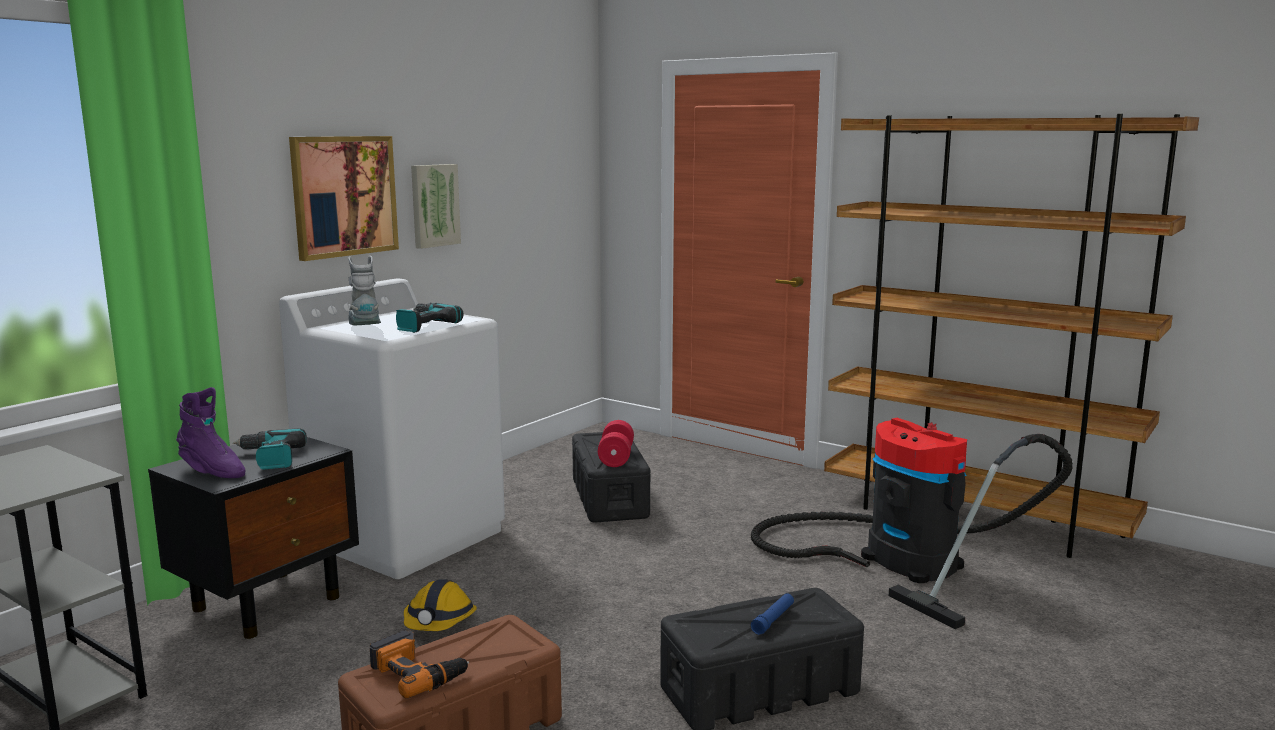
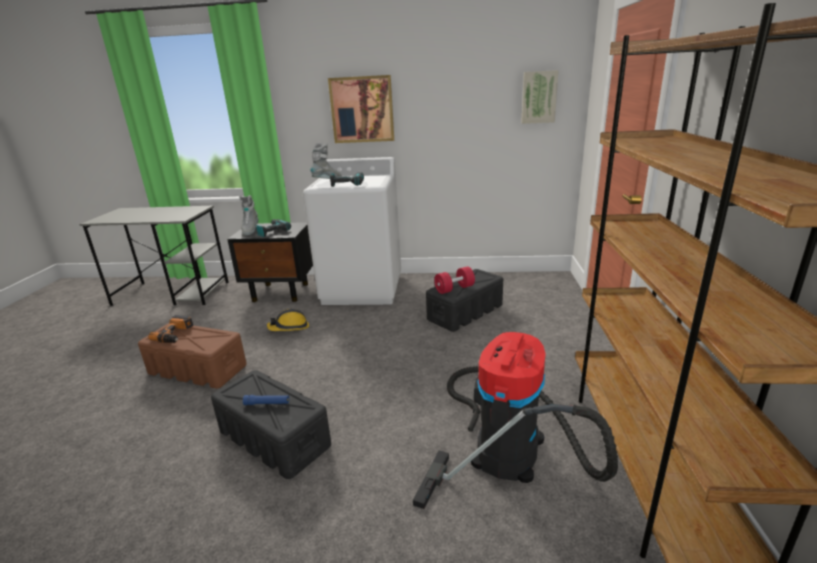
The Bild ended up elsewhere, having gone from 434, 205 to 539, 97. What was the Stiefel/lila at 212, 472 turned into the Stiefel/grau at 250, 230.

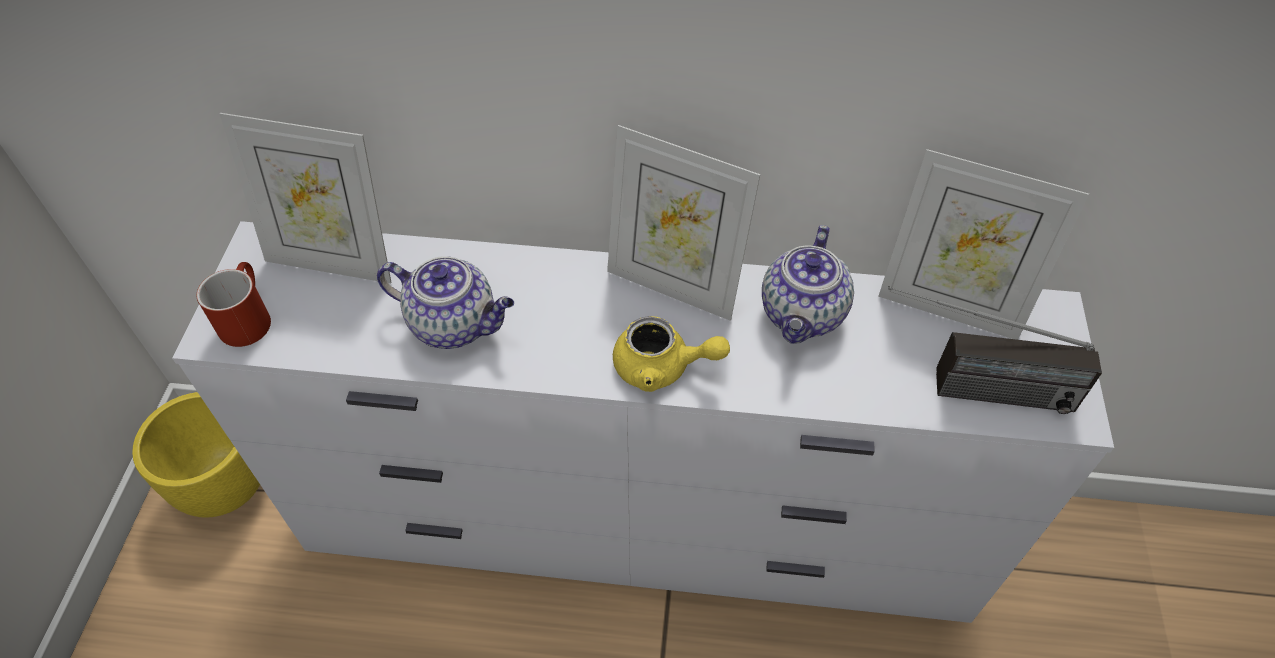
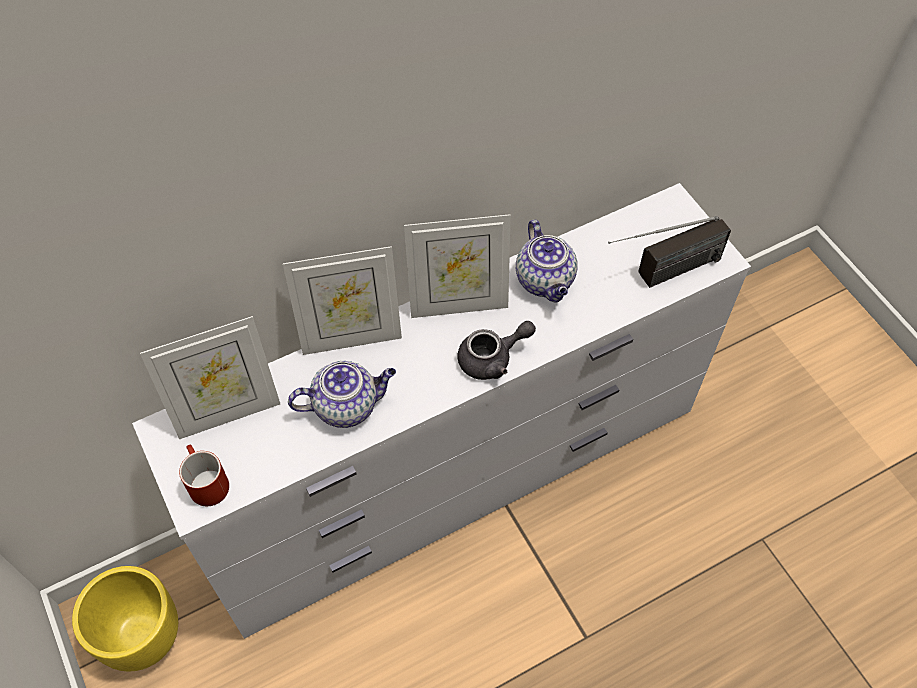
The Bilderrahmen ended up elsewhere, having gone from 949, 307 to 351, 337. What was the Teekanne/gelb at 662, 368 turned into the Teekanne/grau at 492, 359.

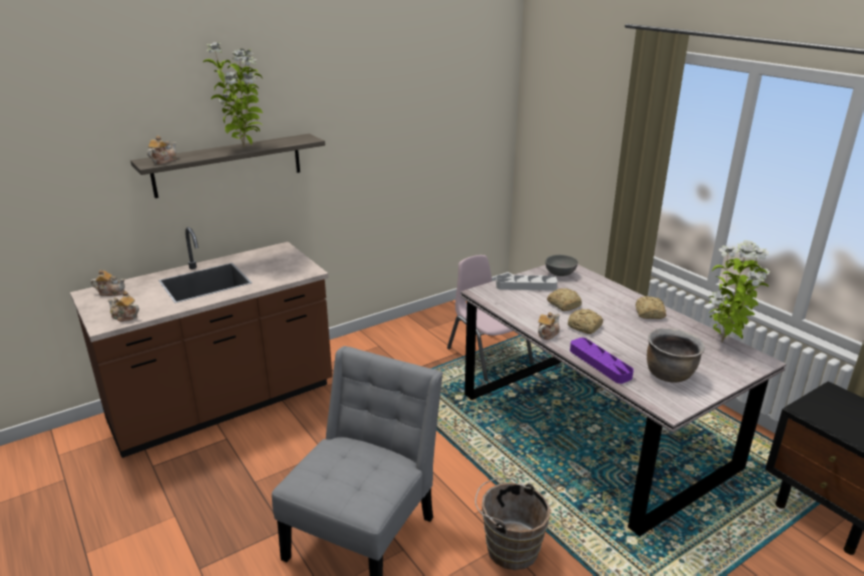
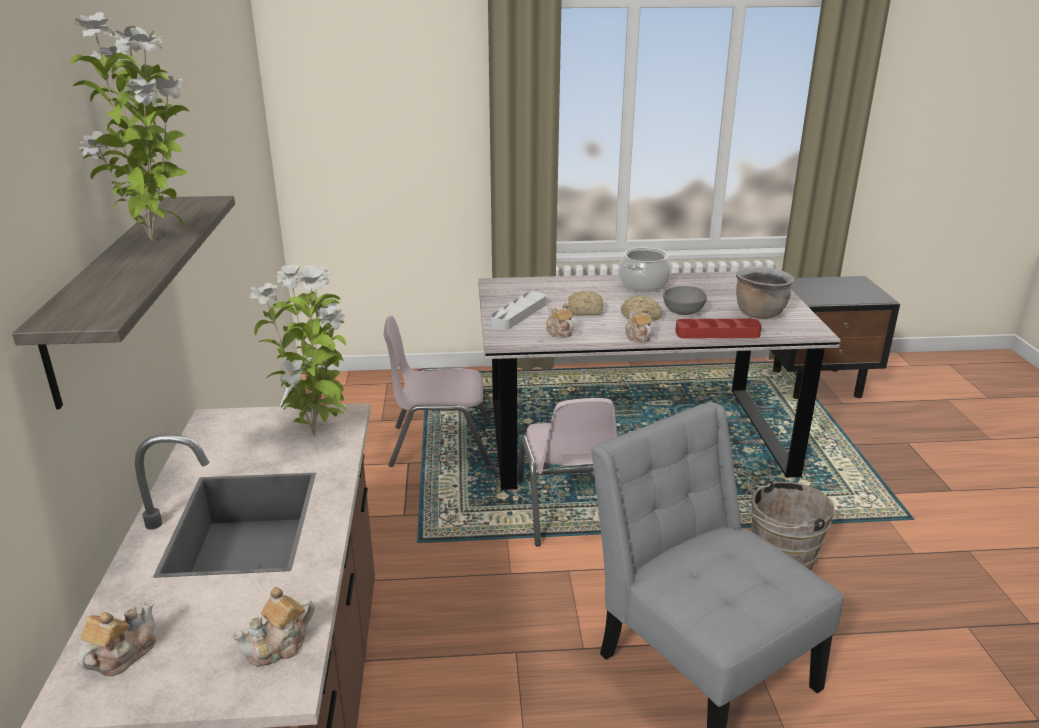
The Teekanne ended up elsewhere, having gone from 163, 161 to 558, 332. The Topfpflanze ended up elsewhere, having gone from 723, 342 to 316, 434. The Schüssel/grau ended up elsewhere, having gone from 561, 274 to 684, 312. Where the Brot stood at 649, 314, the Kochtopf came to stand at 644, 284. What was the Tablett/lila at 599, 363 turned into the Tablett/rot at 717, 333. The second view gained the Stuhl/rosa at 569, 509.

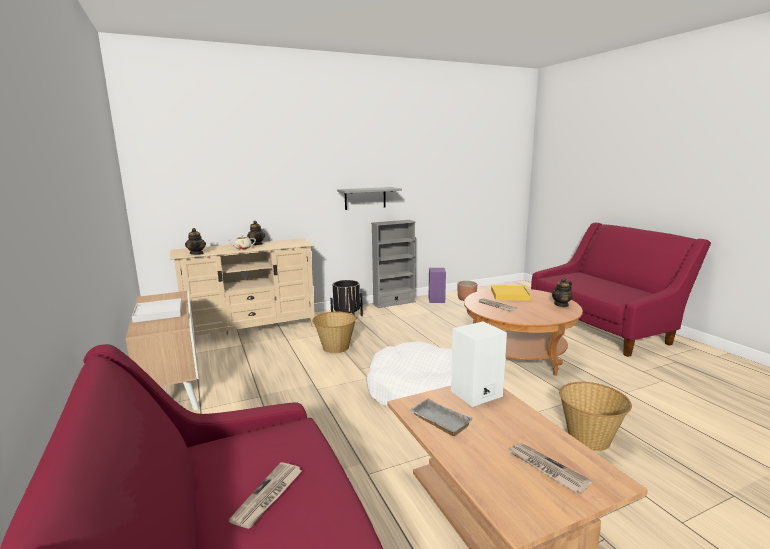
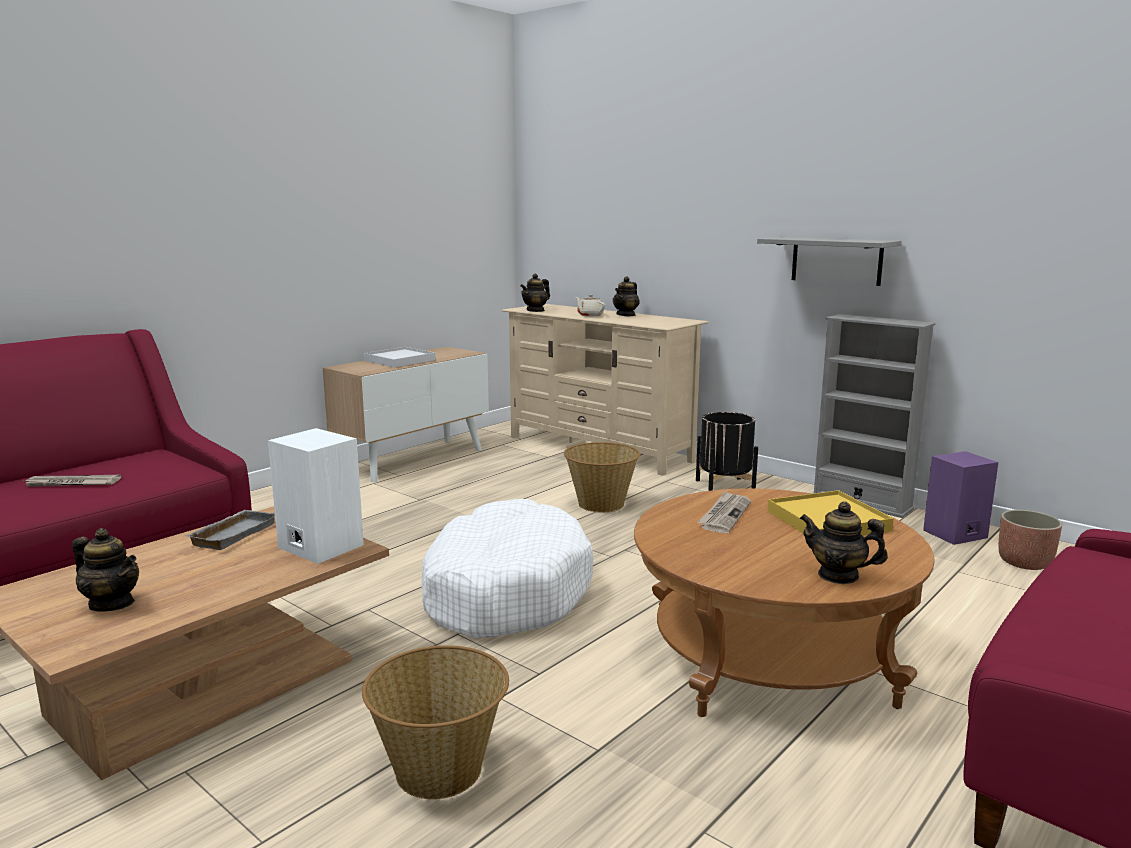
Where the Zeitung stood at 546, 469, the Teekanne came to stand at 112, 603.

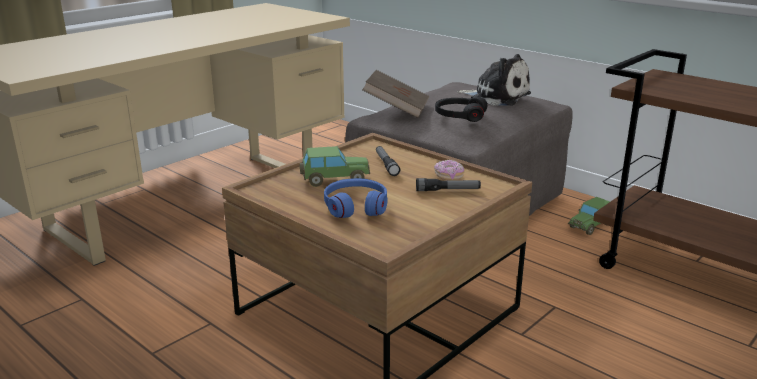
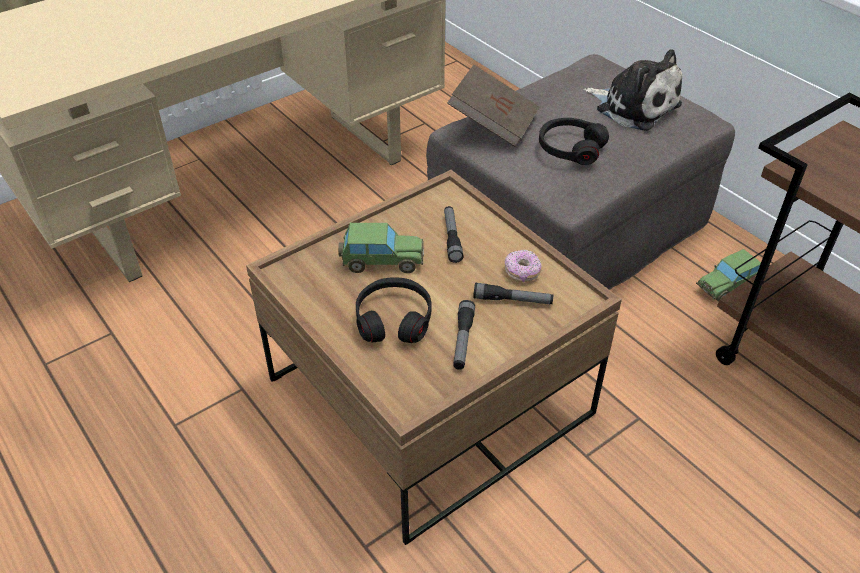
What was the Kopfhörer/blau at 355, 206 turned into the Kopfhörer/schwarz at 394, 319. The second view gained the Taschenlampe at 462, 340.

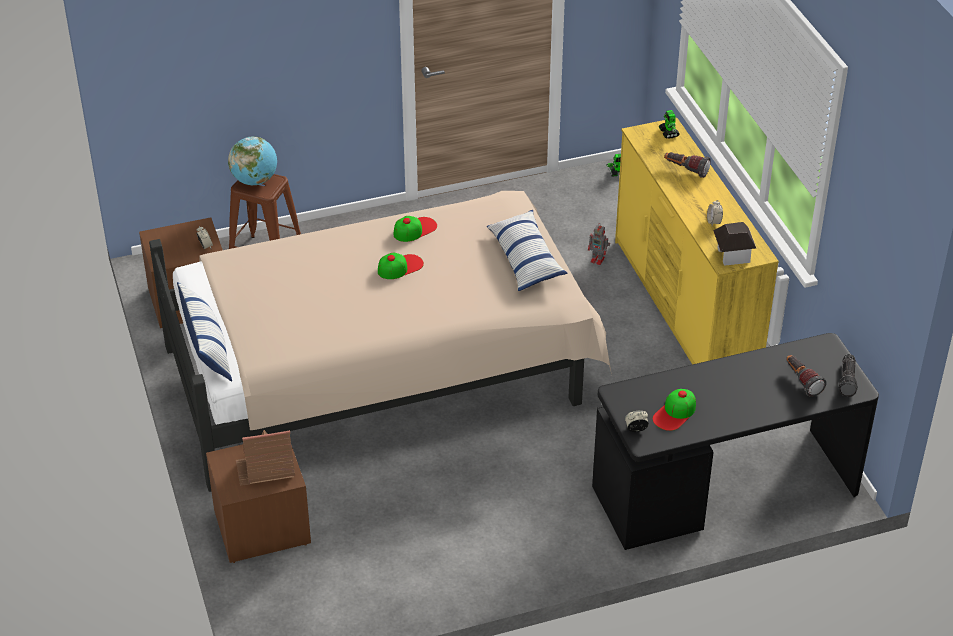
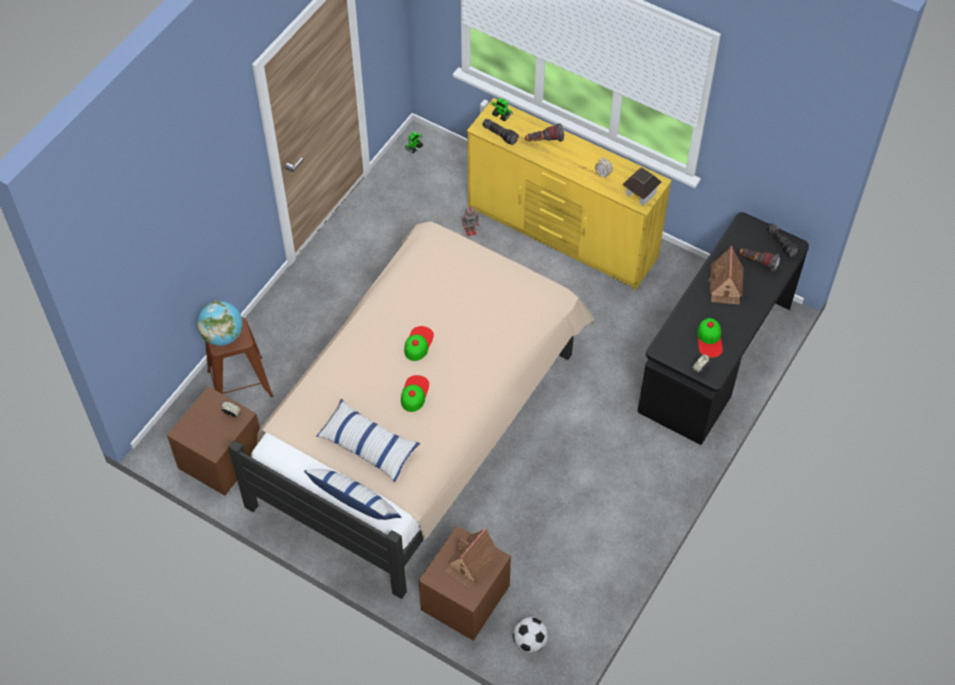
The Kissen ended up elsewhere, having gone from 525, 259 to 368, 445. The Kappe ended up elsewhere, having gone from 415, 229 to 414, 393. The second view gained the Taschenlampe at 500, 134. The second view gained the Spielzeughaus at 725, 285. The second view gained the Fußball at 530, 641.

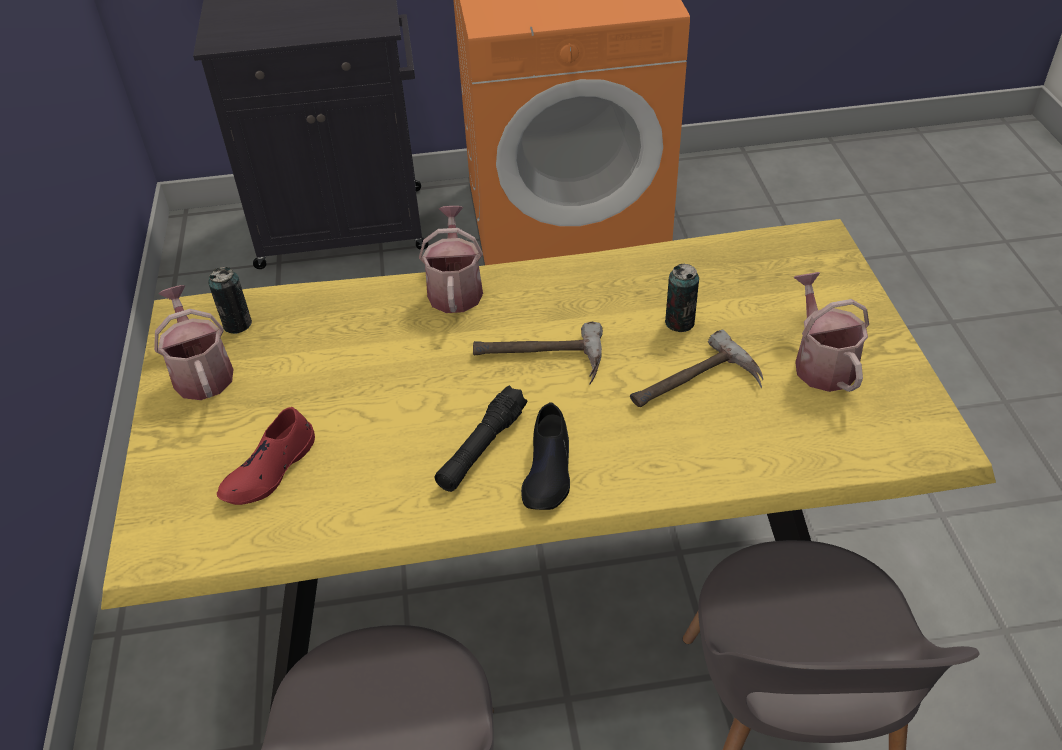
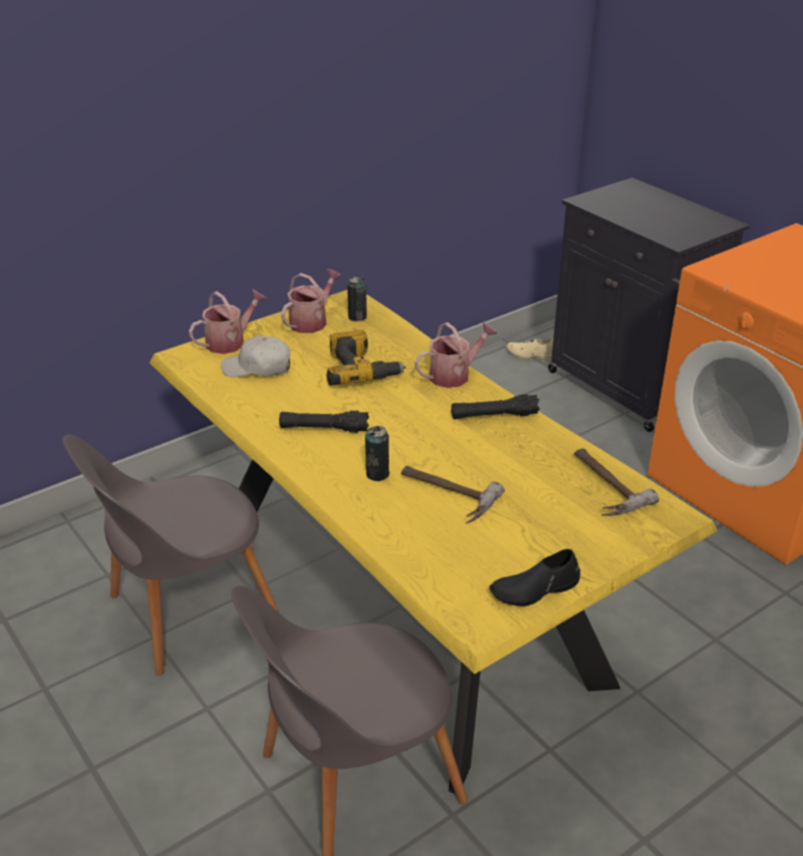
The Dose ended up elsewhere, having gone from 679, 322 to 377, 474. The Gießkanne ended up elsewhere, having gone from 821, 362 to 230, 341. The Hammer ended up elsewhere, having gone from 538, 361 to 601, 486. The Schuh/schwarz ended up elsewhere, having gone from 548, 471 to 534, 589. Where the Schuh/rot stood at 270, 470, the Kappe/weiß came to stand at 258, 368. The second view gained the Bohrmaschine at 361, 370. The second view gained the Schuh/beige at 531, 354. The second view gained the Taschenlampe/schwarz at 494, 416.

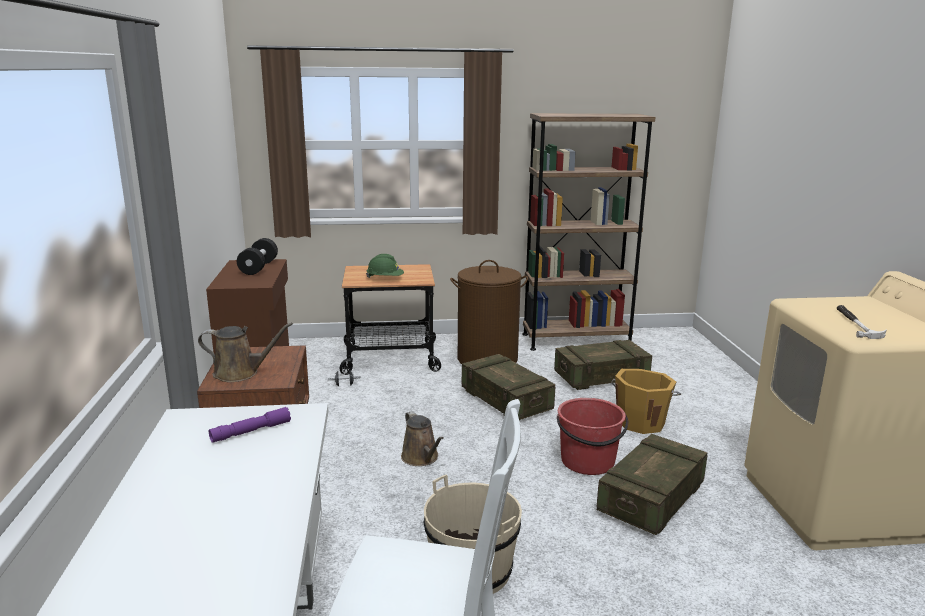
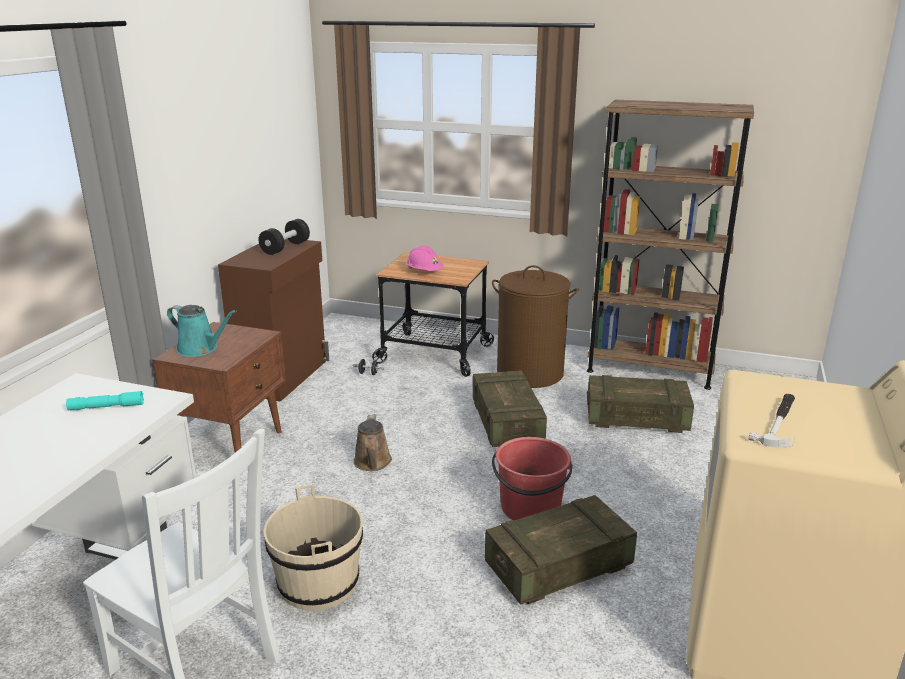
What was the Schutzhelm/grün at 385, 279 turned into the Schutzhelm/rosa at 424, 272. What was the Gießkanne/braun at 240, 373 turned into the Gießkanne/türkis at 200, 349. The second view lost the Eimer/orange at 641, 422. What was the Taschenlampe/lila at 251, 431 turned into the Taschenlampe/türkis at 106, 407.

